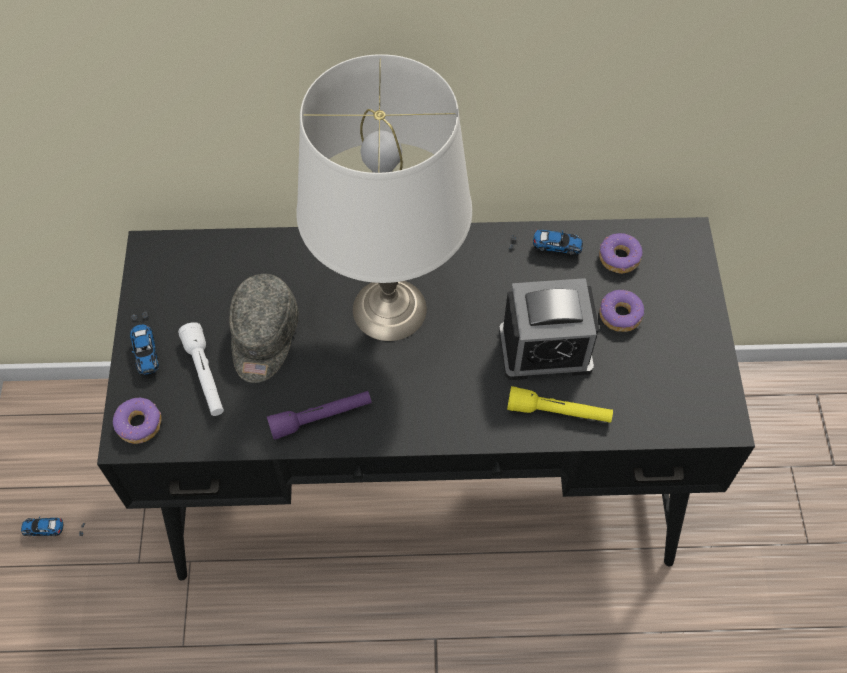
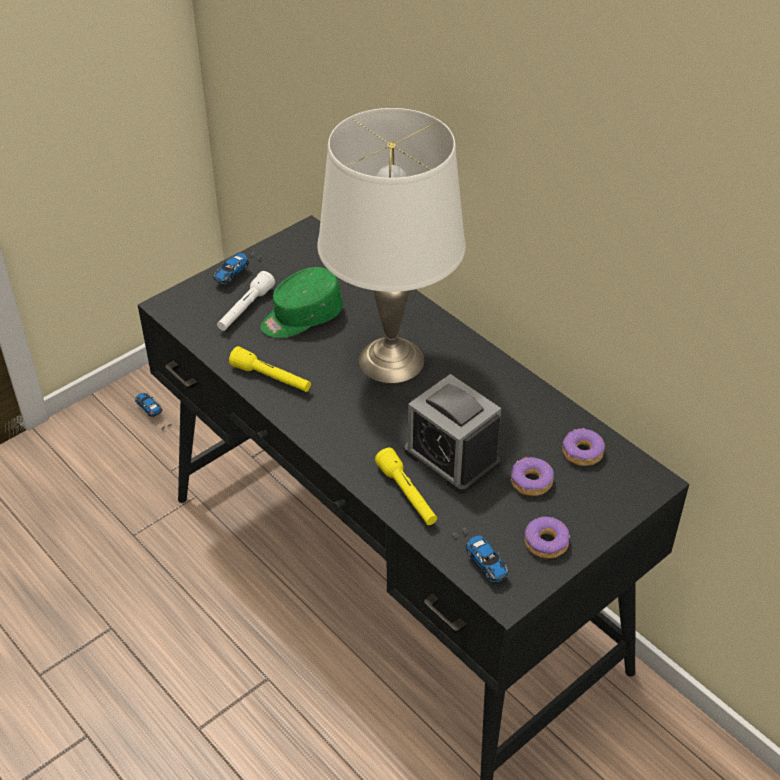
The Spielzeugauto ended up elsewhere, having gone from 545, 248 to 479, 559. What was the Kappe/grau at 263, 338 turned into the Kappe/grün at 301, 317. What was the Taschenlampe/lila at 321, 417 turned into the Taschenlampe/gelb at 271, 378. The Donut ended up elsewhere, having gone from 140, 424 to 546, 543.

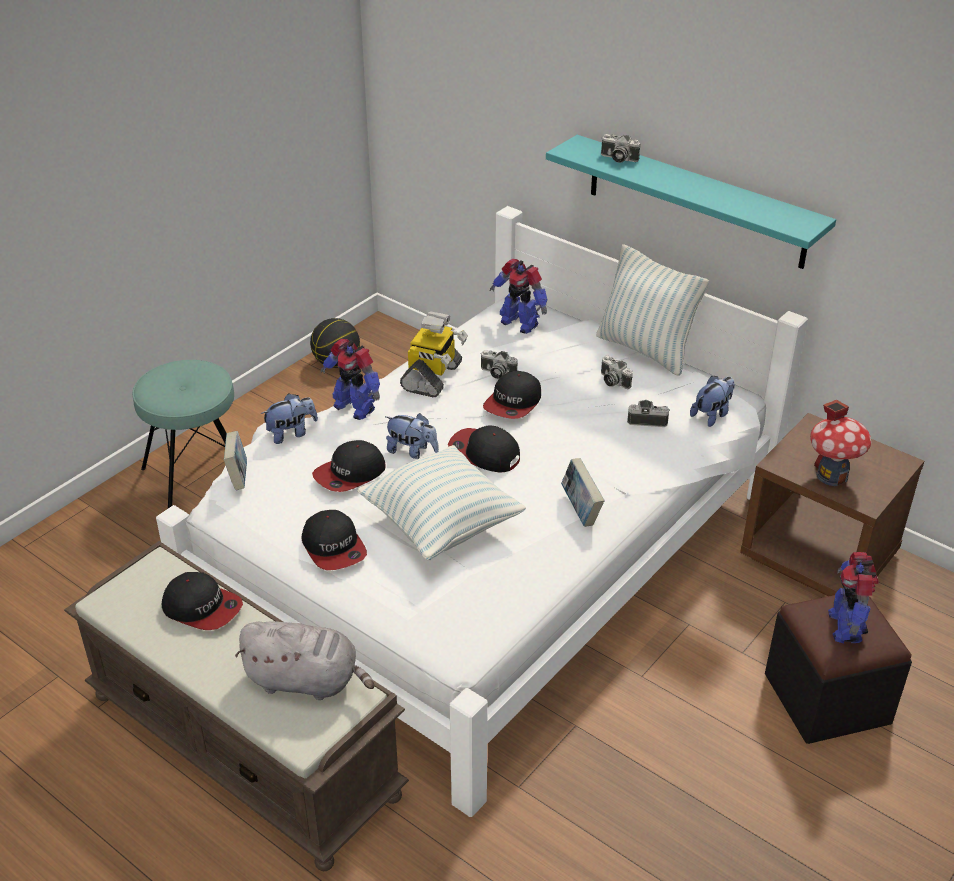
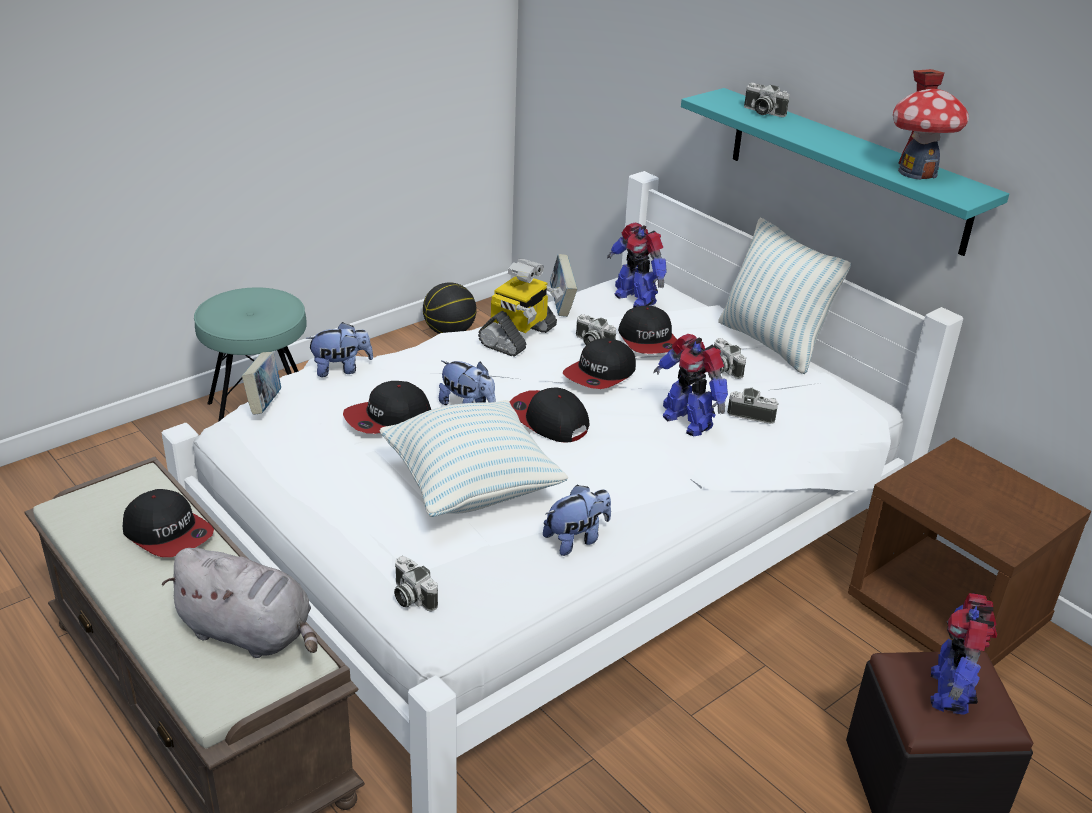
The Spielzeugroboter ended up elsewhere, having gone from 354, 407 to 687, 421. The Plüschtier ended up elsewhere, having gone from 712, 415 to 576, 539. The Spielzeughaus ended up elsewhere, having gone from 832, 475 to 917, 172. The Buch ended up elsewhere, having gone from 580, 510 to 561, 305. The Kappe ended up elsewhere, having gone from 334, 547 to 648, 340. The second view gained the Kamera at 410, 597.

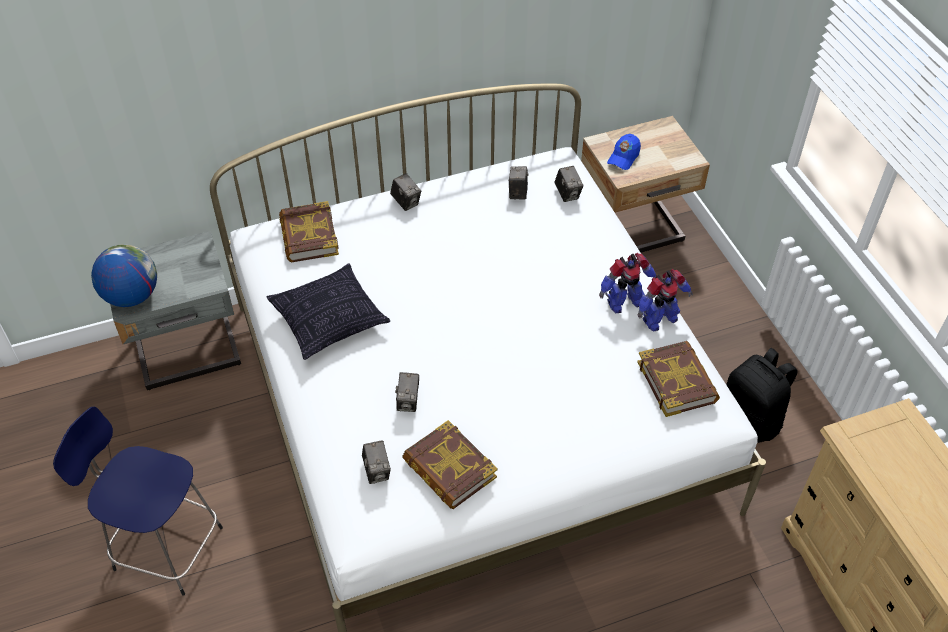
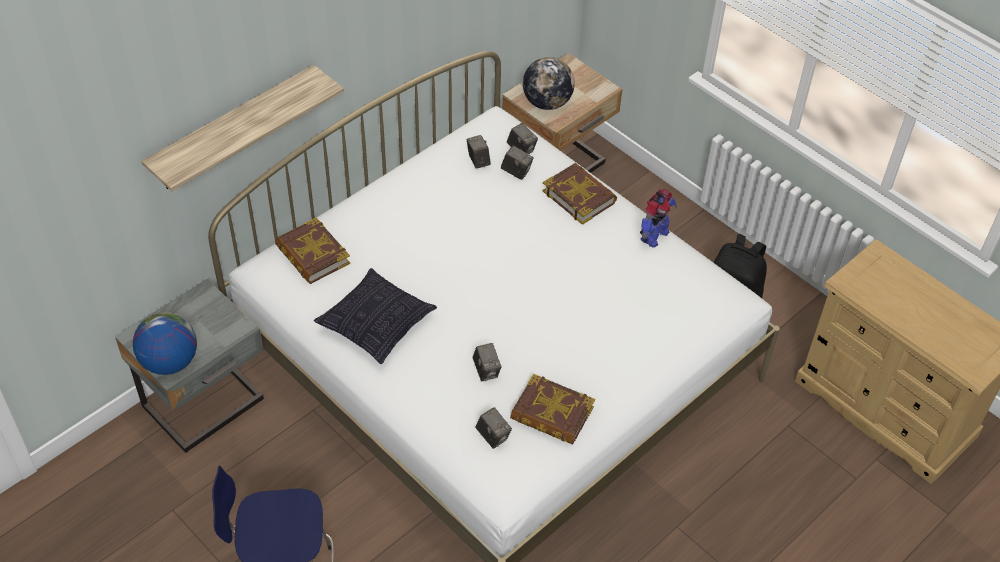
Where the Kappe/blau stood at 623, 157, the Globus came to stand at 547, 103. The Kamera ended up elsewhere, having gone from 406, 202 to 516, 172. The second view lost the Spielzeugroboter at 623, 302. The Buch ended up elsewhere, having gone from 677, 382 to 579, 196. The second view gained the Wandregal at 233, 129.

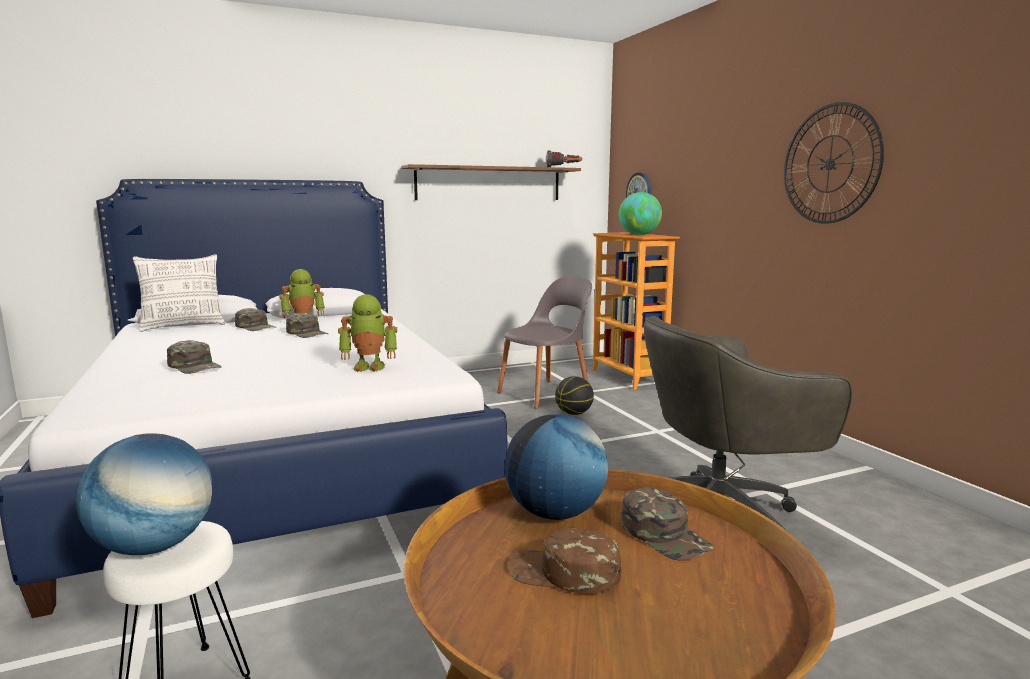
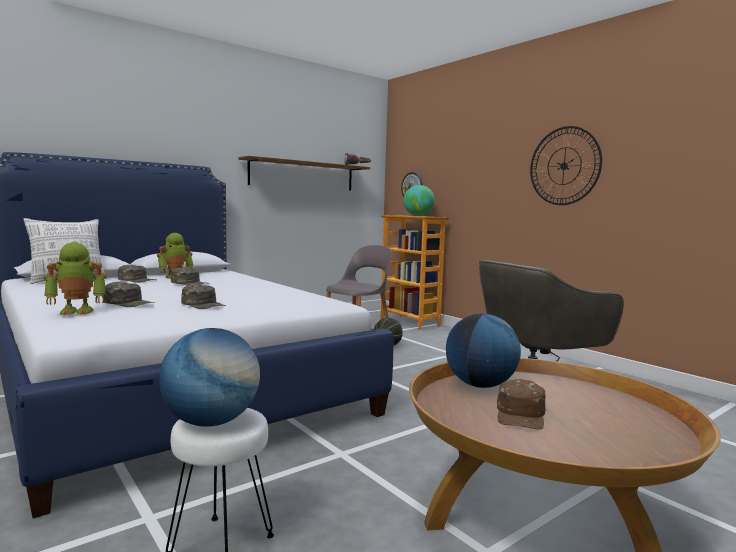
The Spielzeugroboter ended up elsewhere, having gone from 370, 366 to 77, 311. The Kappe/grün ended up elsewhere, having gone from 665, 535 to 203, 304. The Kappe/braun at 564, 573 ended up facing another way, 75 degrees counterclockwise from before.

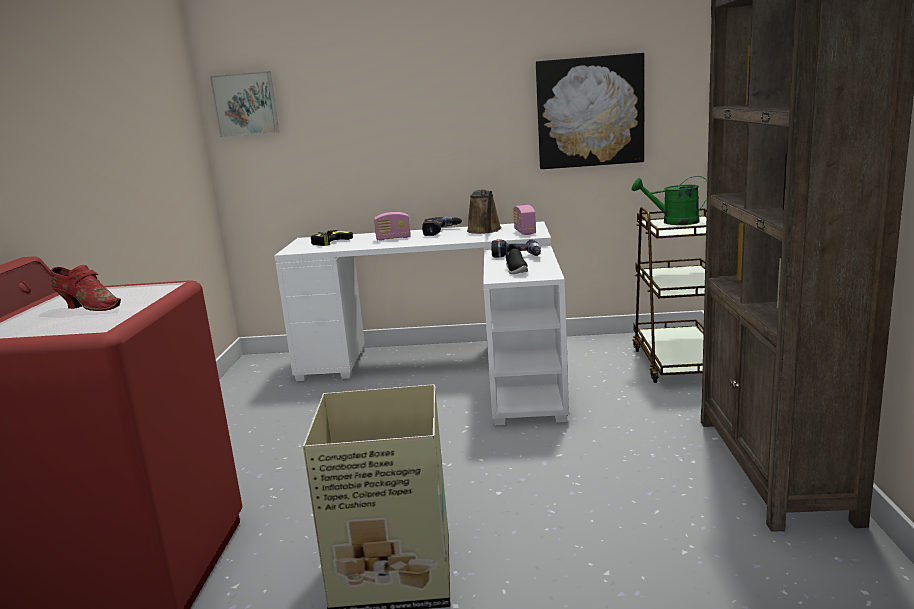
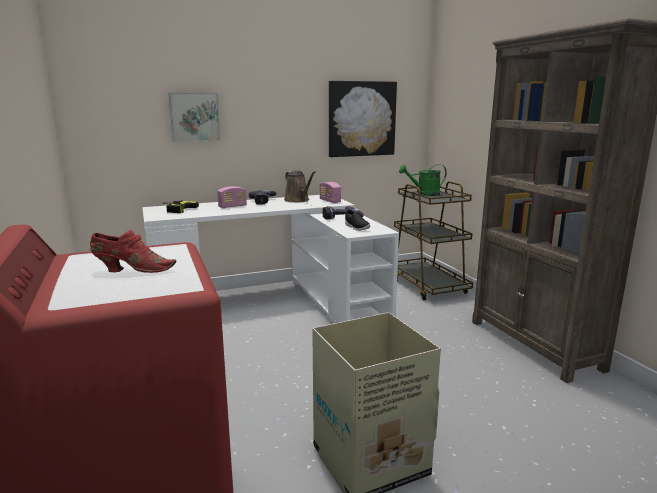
The Bild ended up elsewhere, having gone from 246, 104 to 194, 117.

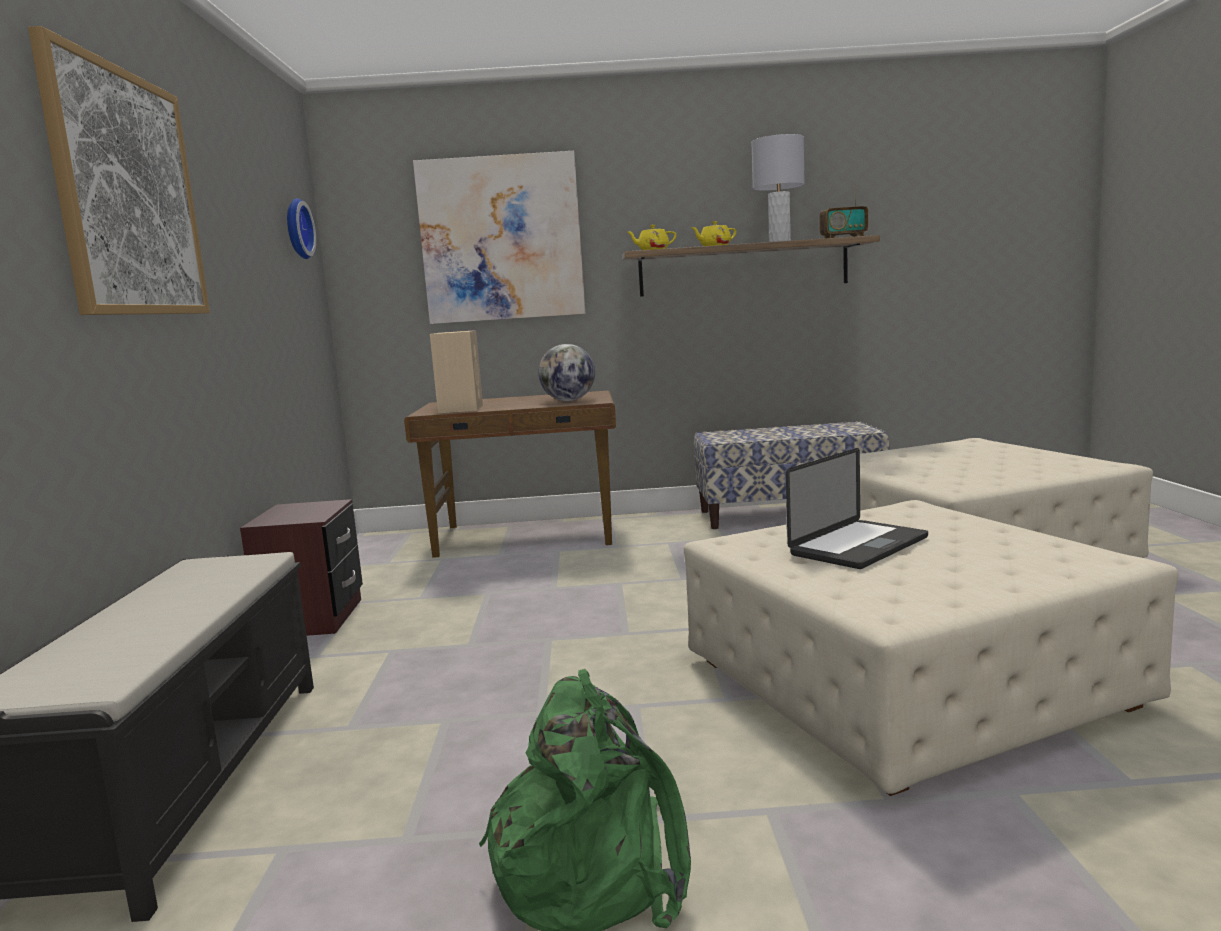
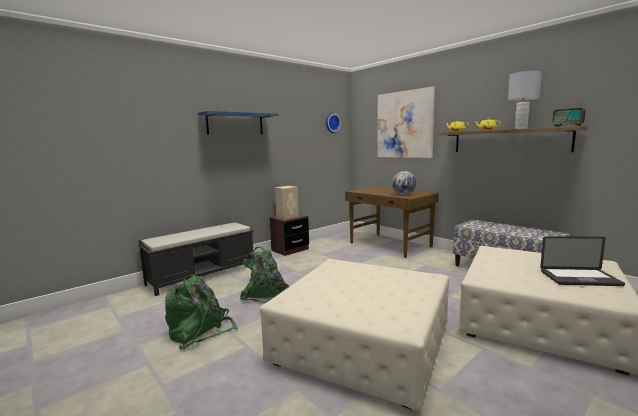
Where the Bild hung at 128, 193, the Wandregal/blau came to hang at 235, 124. The Lautsprecher/beige ended up elsewhere, having gone from 461, 409 to 287, 216. The Laptop ended up elsewhere, having gone from 859, 546 to 579, 278. The second view gained the Rucksack/grün at 267, 296.

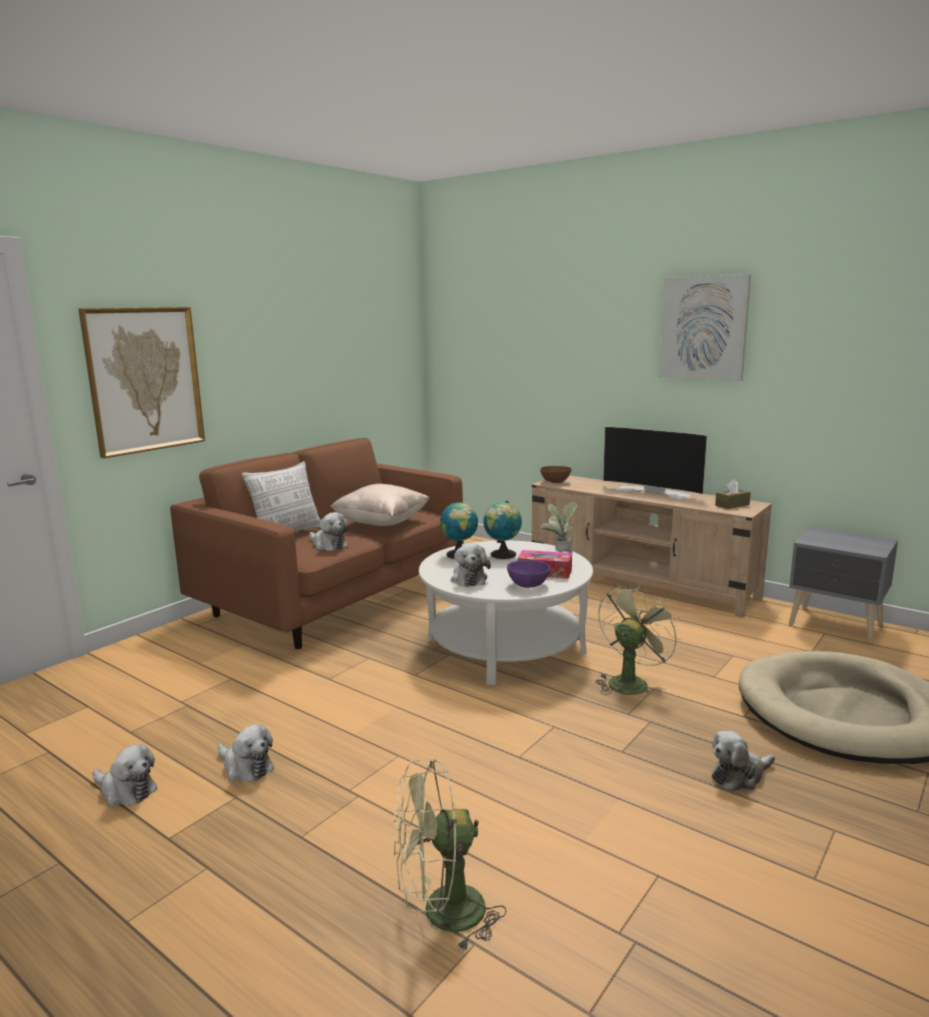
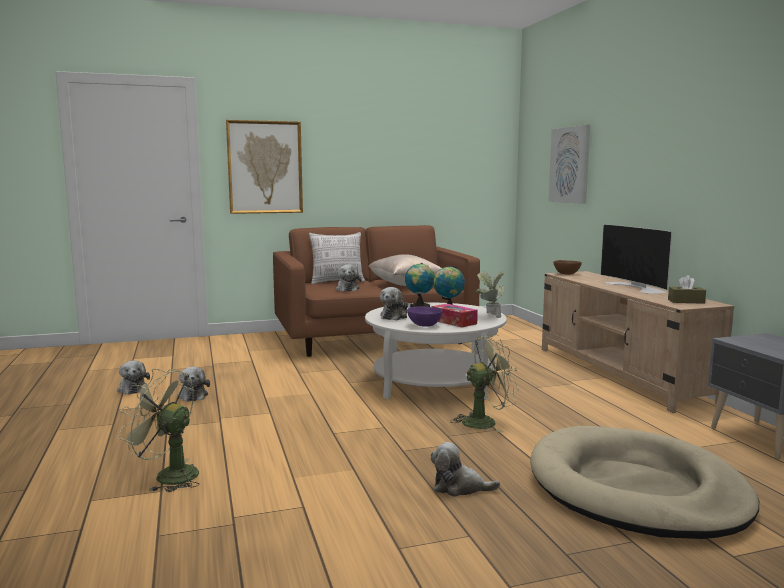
The Bild ended up elsewhere, having gone from 704, 328 to 570, 165.

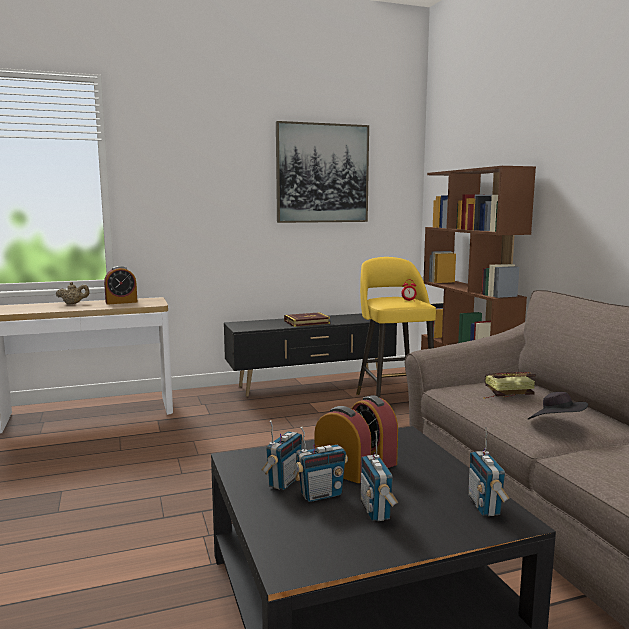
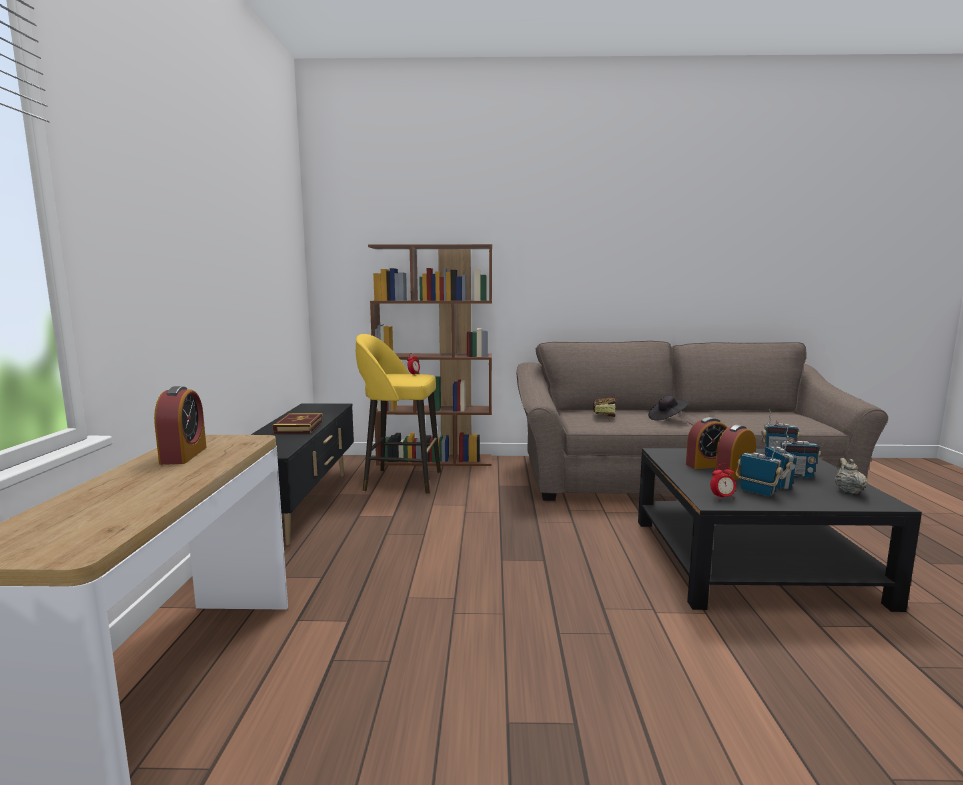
The second view lost the Bild at 322, 173. The Teekanne/beige ended up elsewhere, having gone from 73, 303 to 847, 491. The second view gained the Wecker at 722, 498.

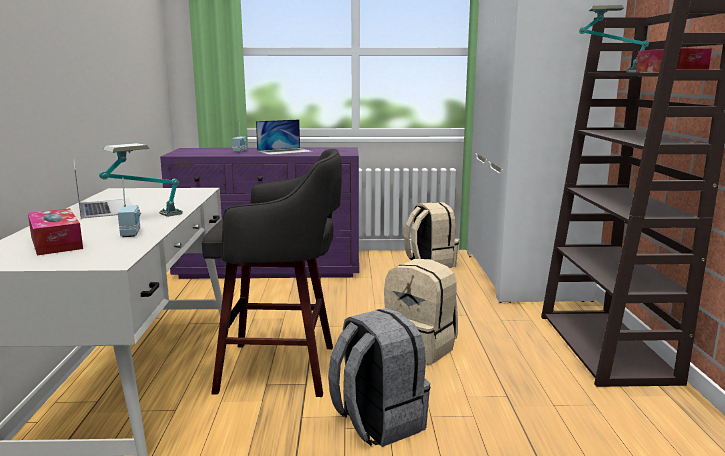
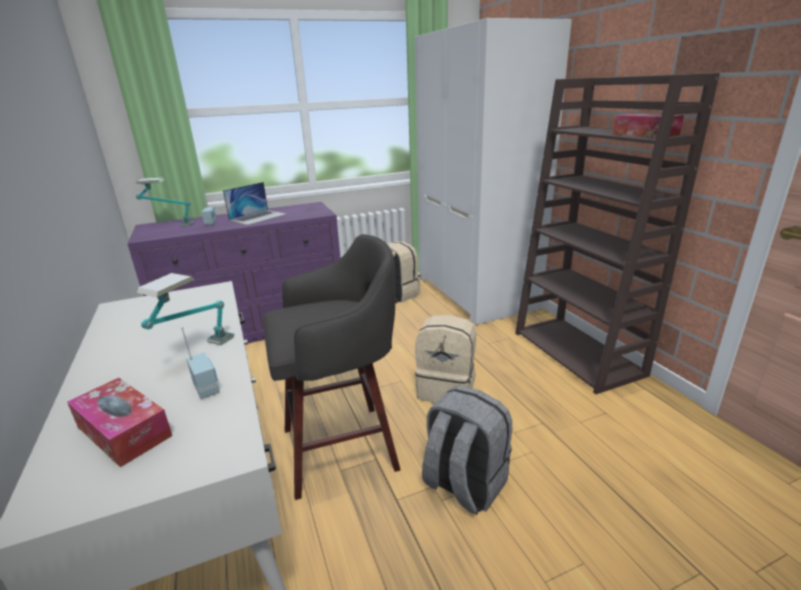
The Tischlampe ended up elsewhere, having gone from 610, 72 to 169, 225. The second view lost the Laptop at 106, 208.

